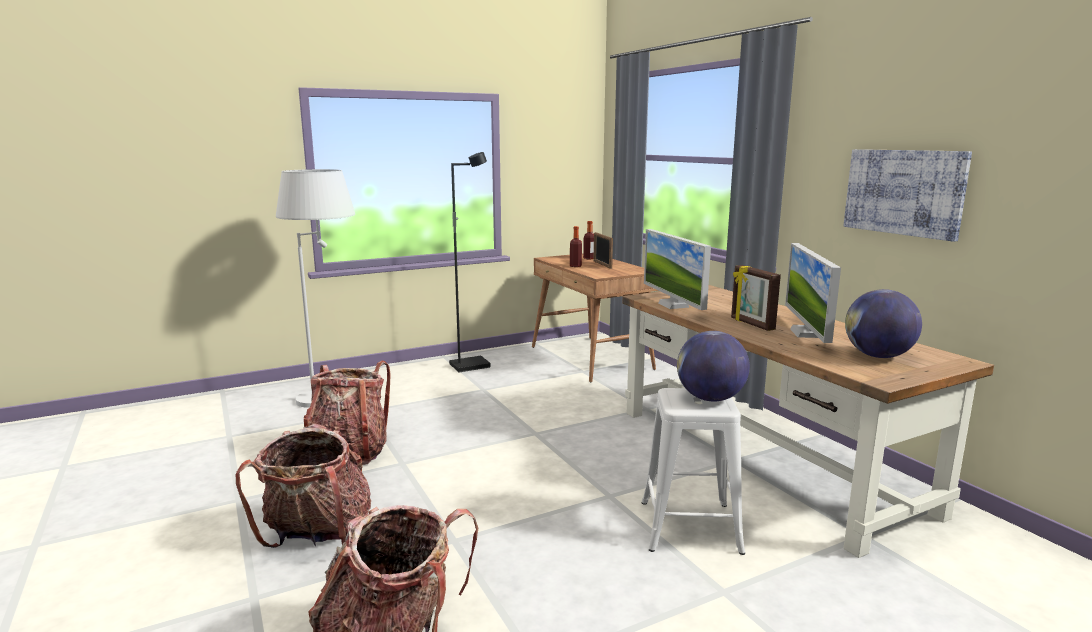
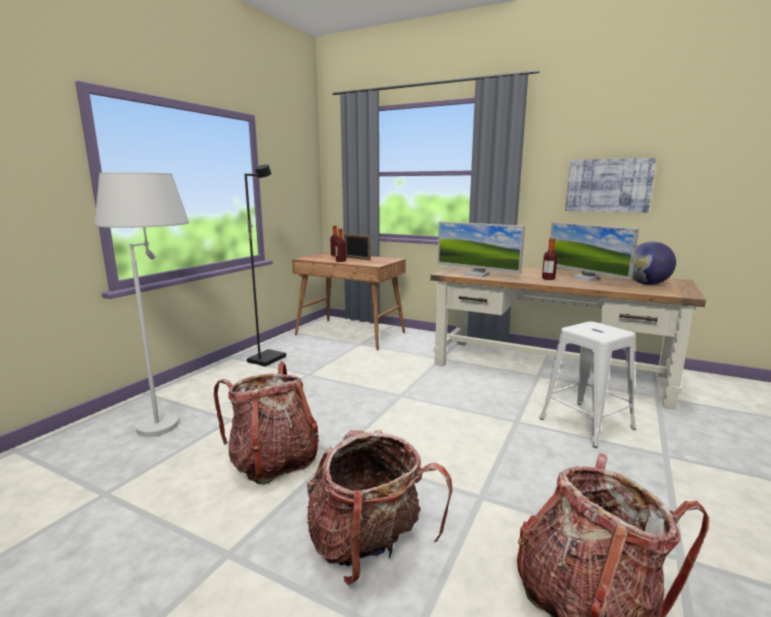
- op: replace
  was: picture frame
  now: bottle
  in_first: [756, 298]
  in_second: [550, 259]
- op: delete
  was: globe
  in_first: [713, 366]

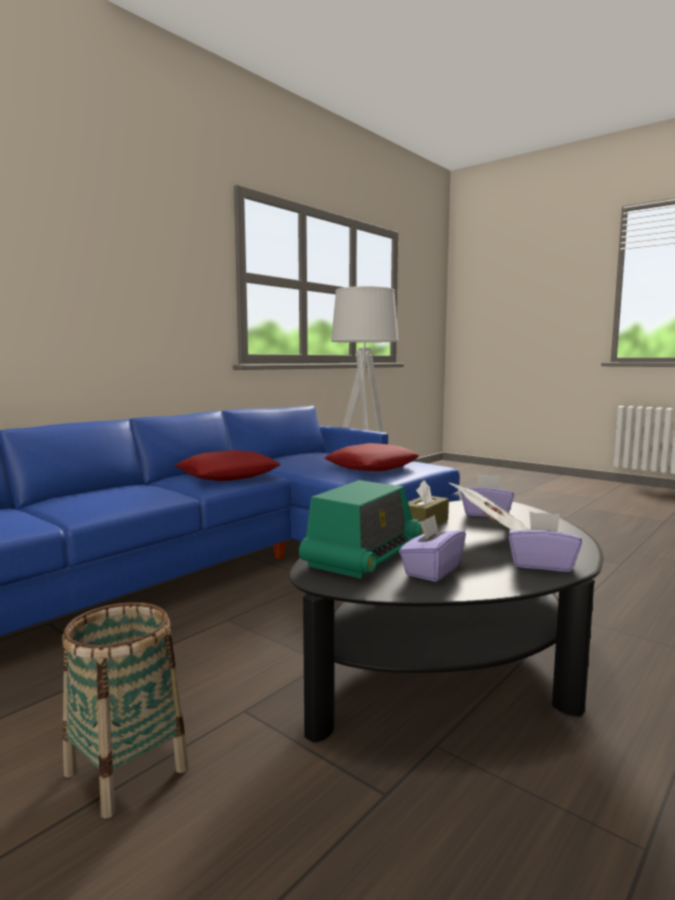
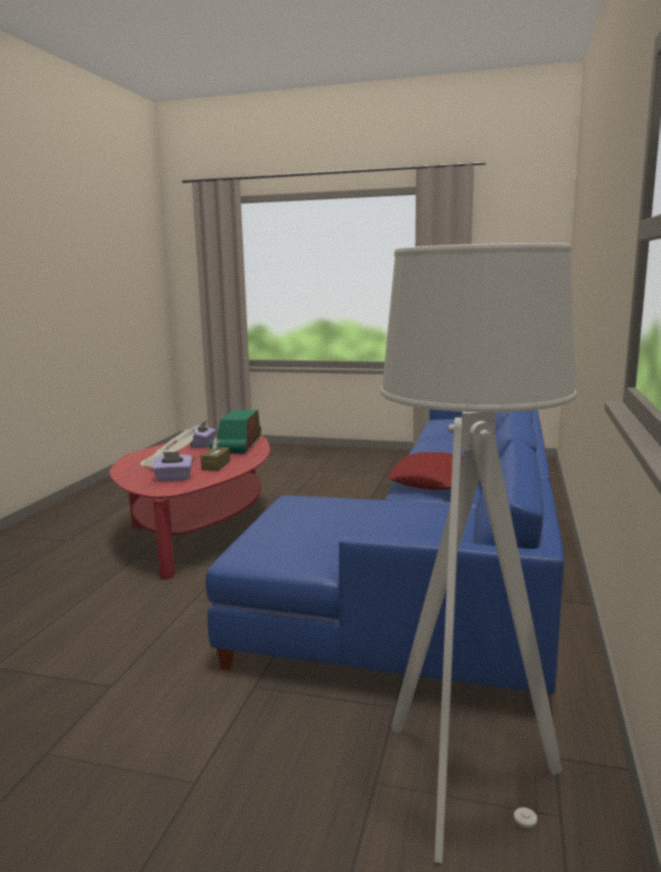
- op: recolor
  was: coffee table (black)
  now: coffee table (red)
  in_first: [446, 621]
  in_second: [189, 508]
- op: delete
  was: basket
  in_first: [125, 710]
- op: delete
  was: pillow (red)
  in_first: [372, 457]
- op: delete
  was: tissue box (purple)
  in_first: [545, 542]

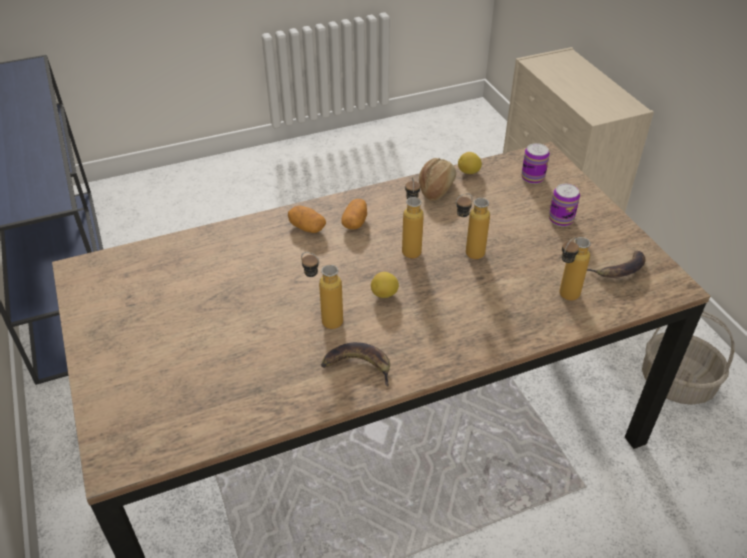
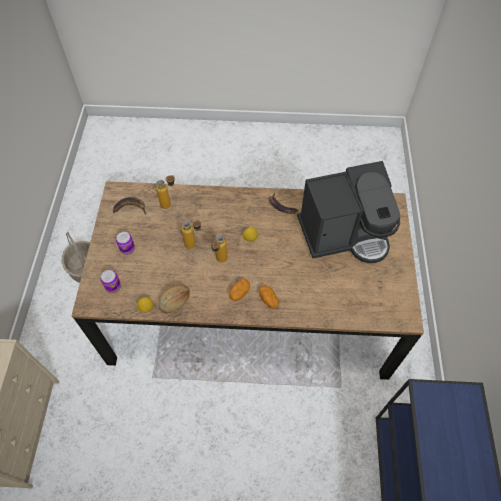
- op: insert
  now: coffee machine
  in_second: [348, 212]
- op: delete
  was: bottle
  in_first: [322, 290]

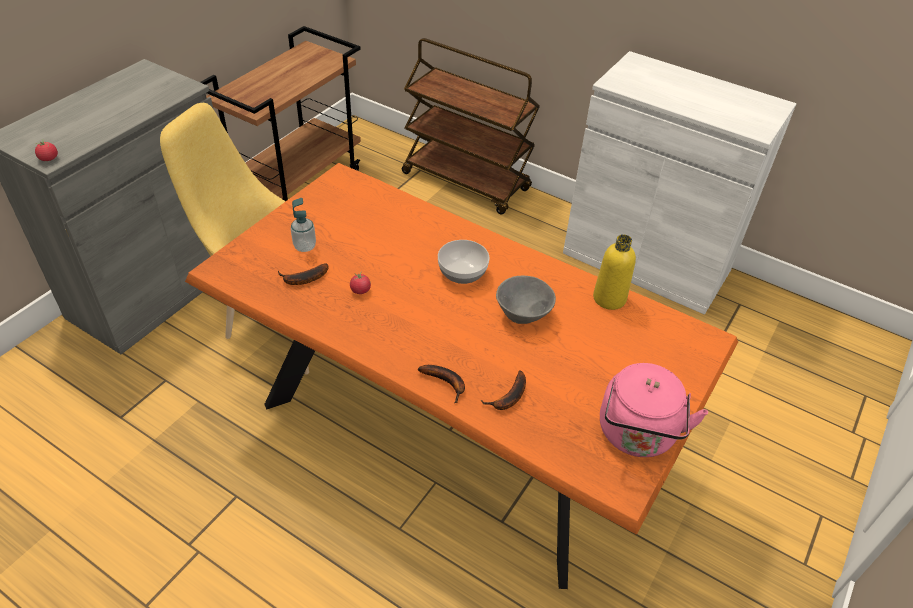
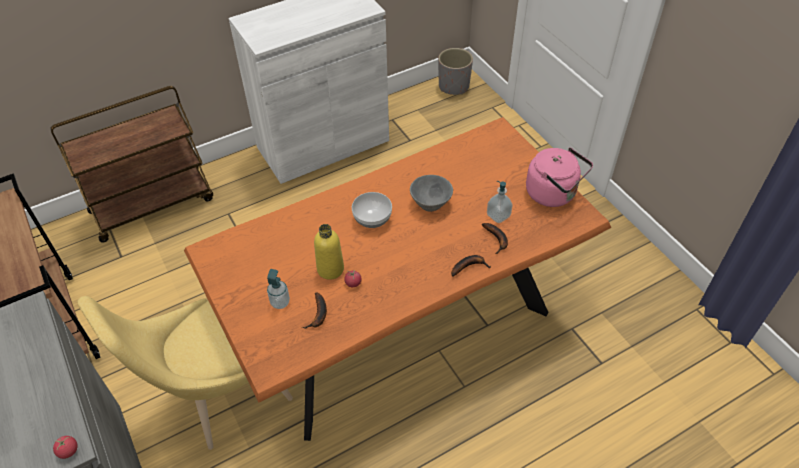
- op: move
  was: bottle (yellow)
  in_first: [614, 272]
  in_second: [329, 252]
- op: insert
  now: planter (grey)
  in_second: [455, 71]
- op: insert
  now: soap dispenser
  in_second: [500, 202]

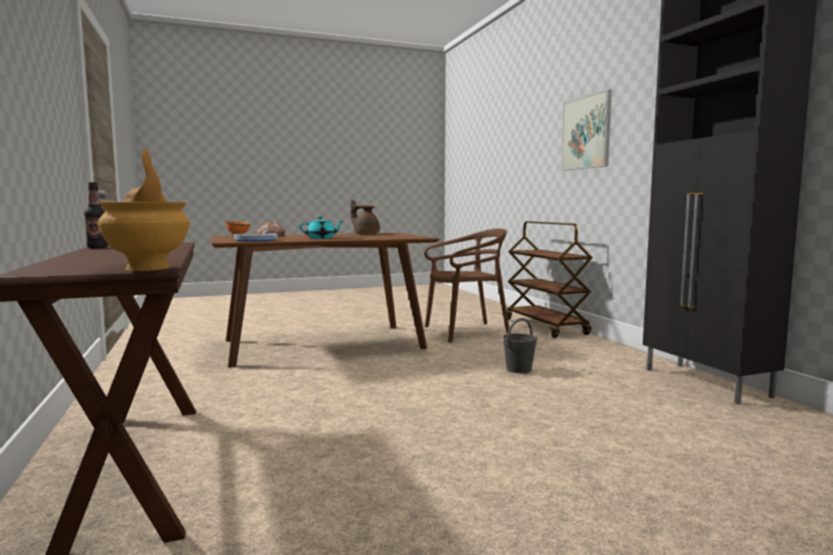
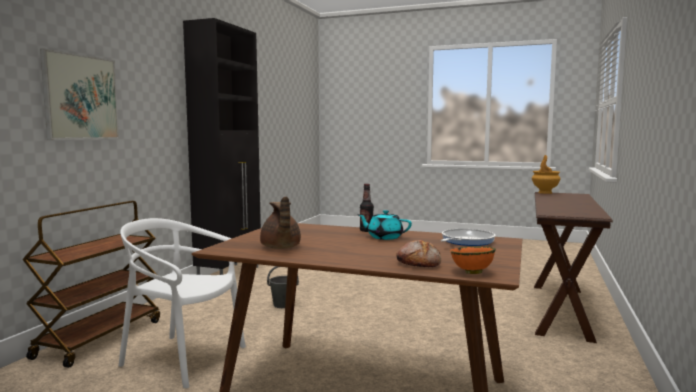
- op: recolor
  was: chair (brown)
  now: chair (white)
  in_first: [467, 285]
  in_second: [182, 303]
- op: move
  was: bottle
  in_first: [96, 215]
  in_second: [367, 208]

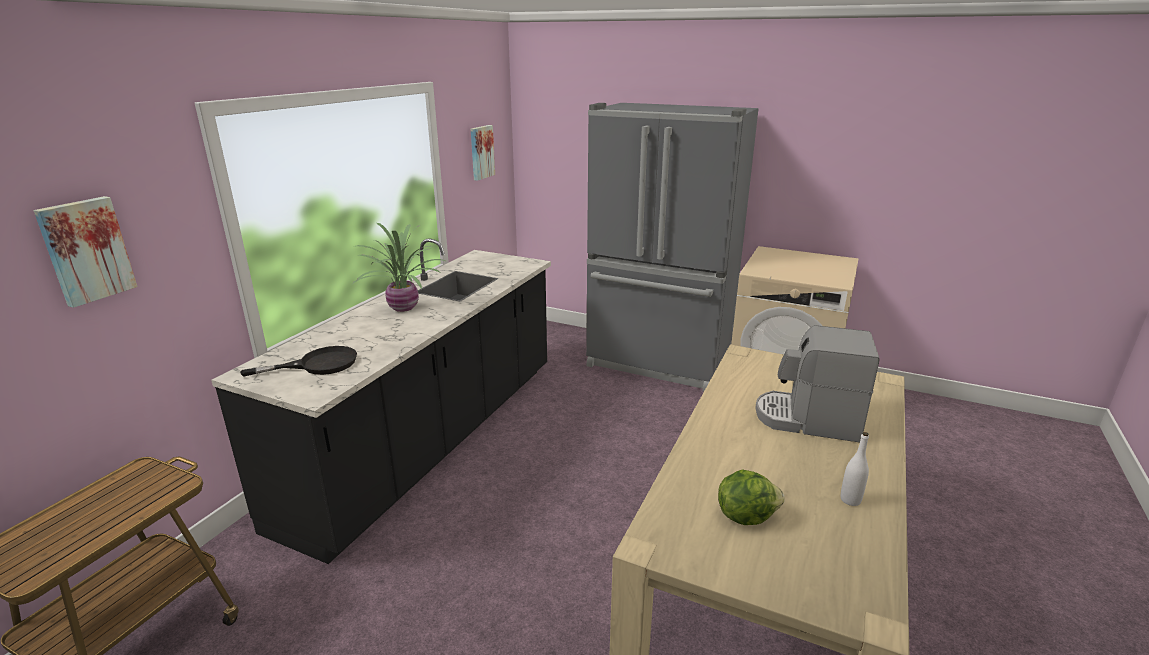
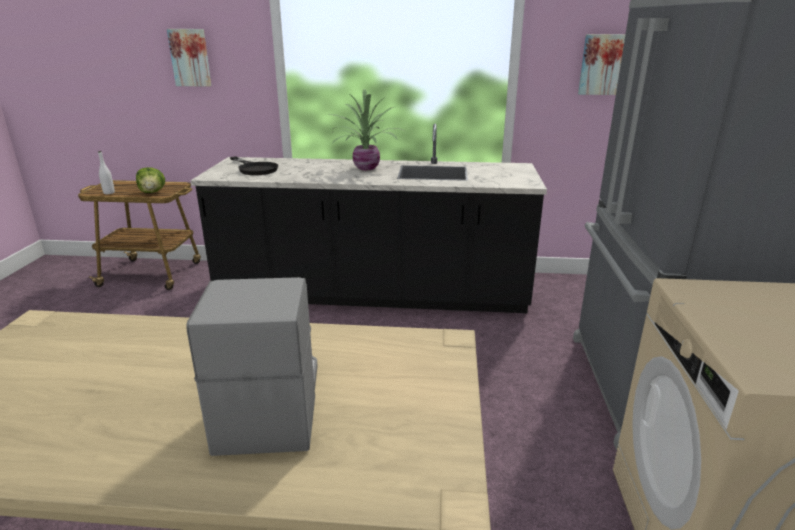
- op: move
  was: bottle (white)
  in_first: [855, 469]
  in_second: [106, 172]
- op: move
  was: lettuce
  in_first: [751, 497]
  in_second: [150, 180]

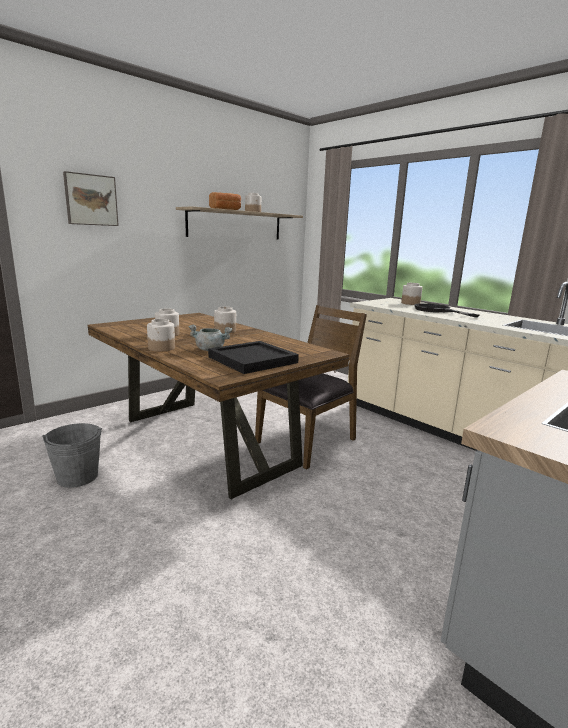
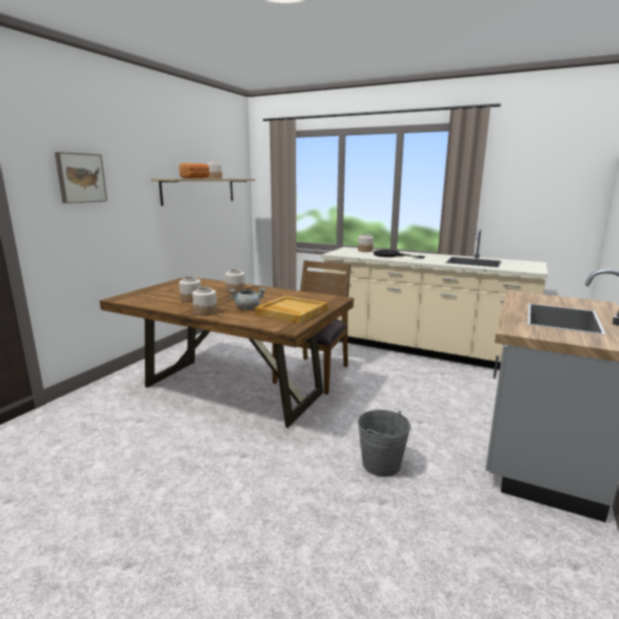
- op: recolor
  was: tray (black)
  now: tray (beige)
  in_first: [253, 357]
  in_second: [291, 310]
- op: move
  was: bucket (grey)
  in_first: [72, 455]
  in_second: [384, 443]

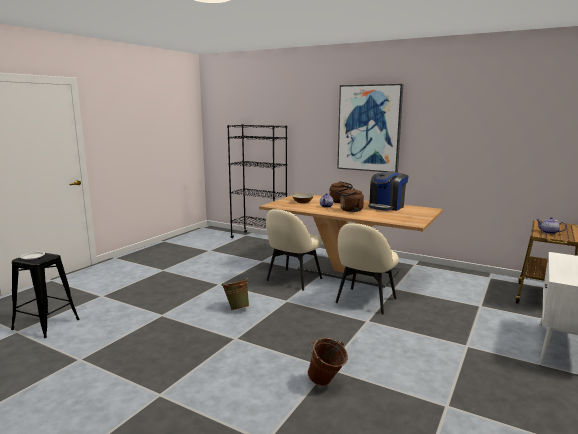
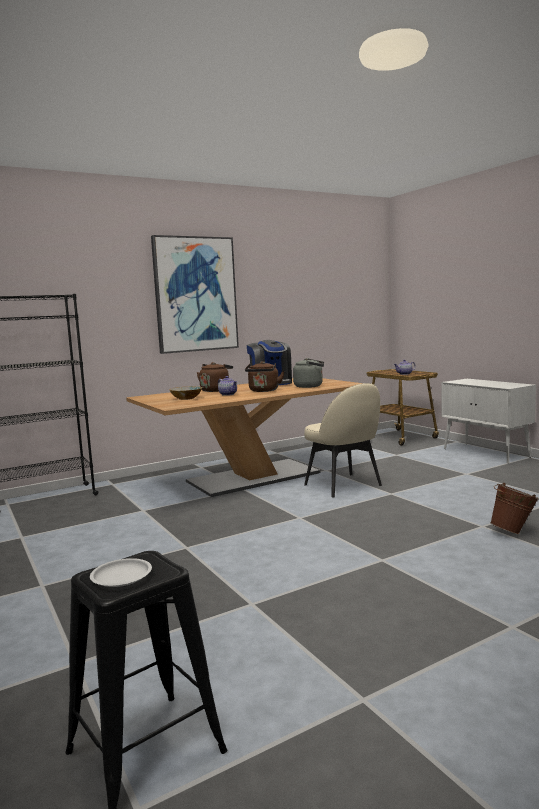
- op: insert
  now: kettle (grey)
  in_second: [308, 373]
- op: delete
  was: bucket (green)
  in_first: [235, 294]
- op: delete
  was: chair (beige)
  in_first: [294, 250]

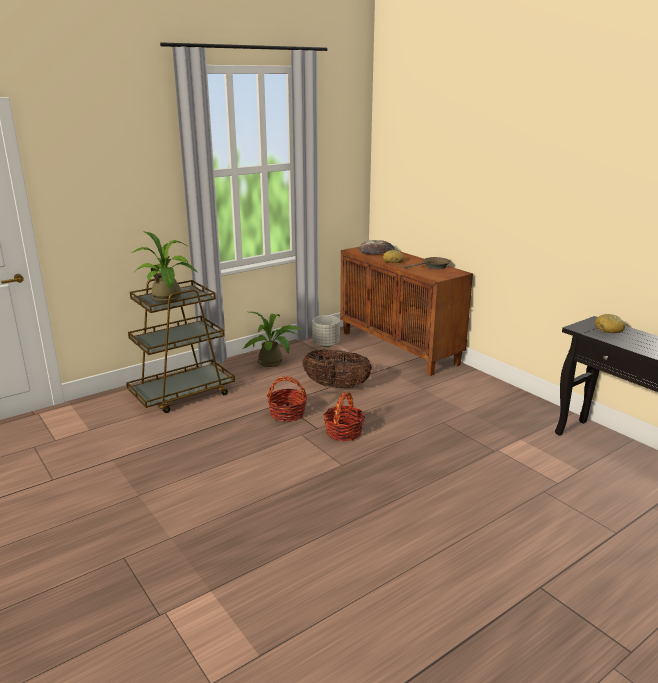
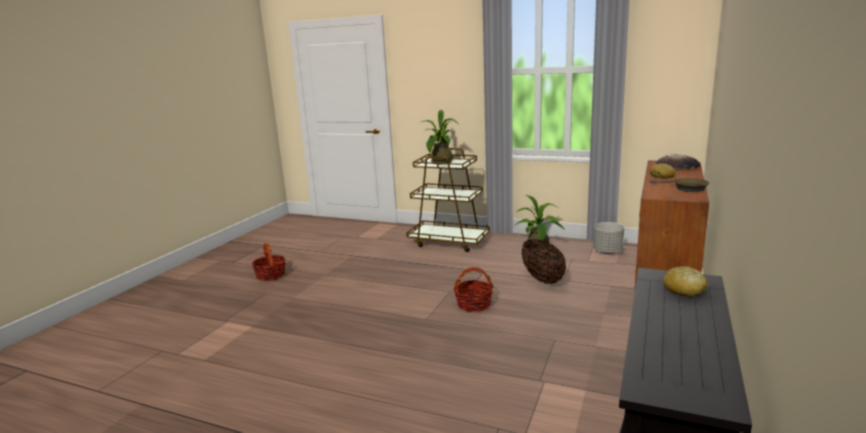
- op: move
  was: basket
  in_first: [287, 399]
  in_second: [269, 262]

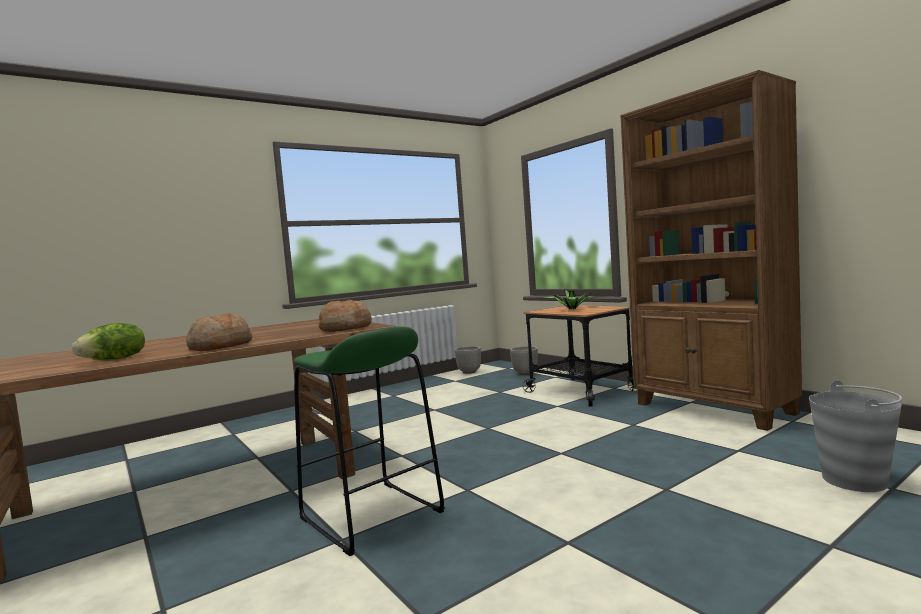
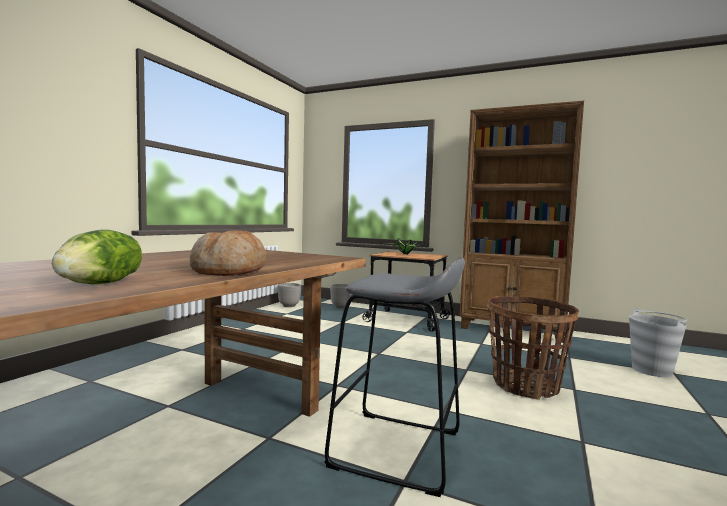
- op: recolor
  was: stool (green)
  now: stool (grey)
  in_first: [369, 441]
  in_second: [394, 377]
- op: insert
  now: basket
  in_second: [533, 348]
- op: delete
  was: bread
  in_first: [345, 315]

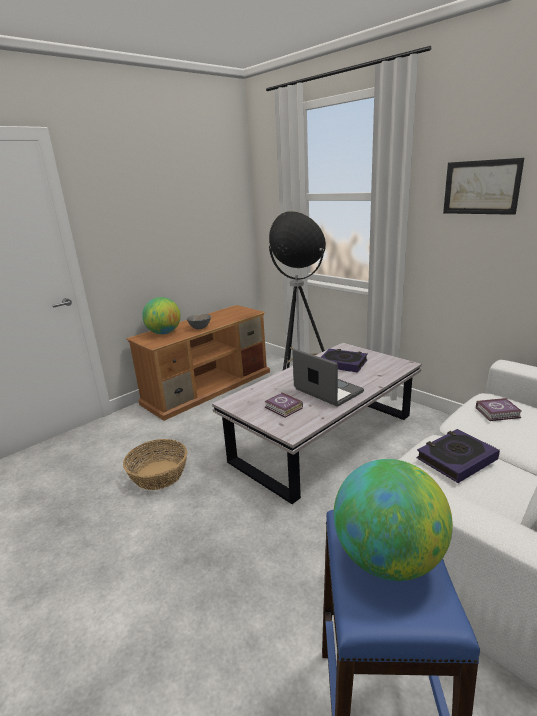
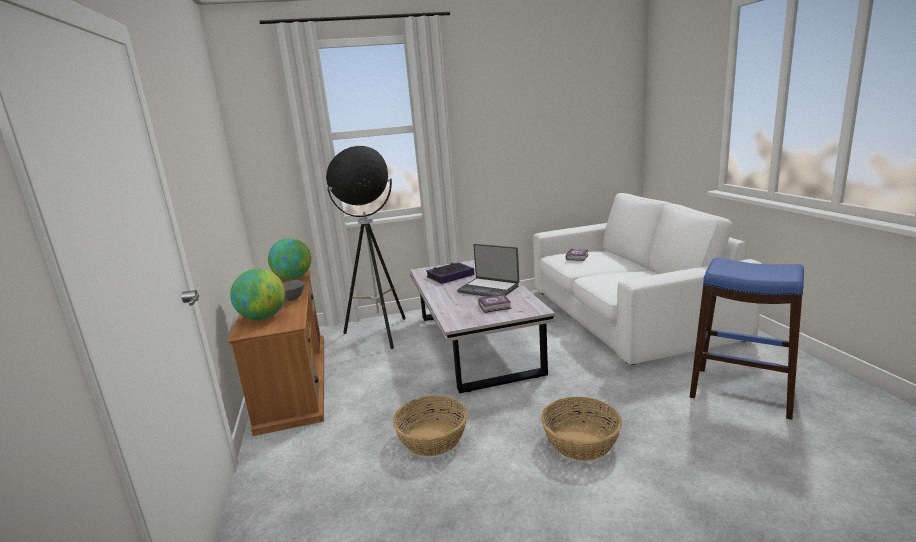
- op: move
  was: globe
  in_first: [393, 520]
  in_second: [289, 258]
- op: rotate
  was: laptop
  in_first: [328, 378]
  in_second: [488, 270]
  clockwise: -135
- op: insert
  now: basket
  in_second: [581, 429]
- op: delete
  was: book
  in_first: [458, 456]
- op: delete
  was: picture
  in_first: [483, 186]

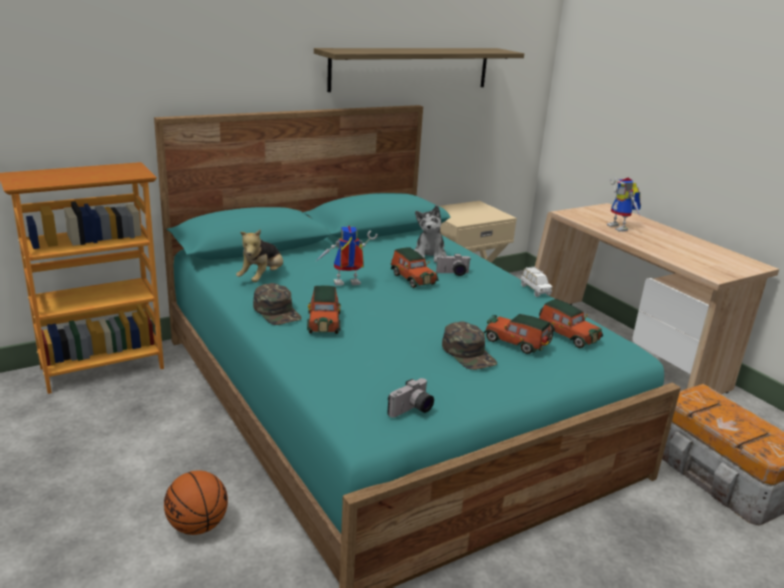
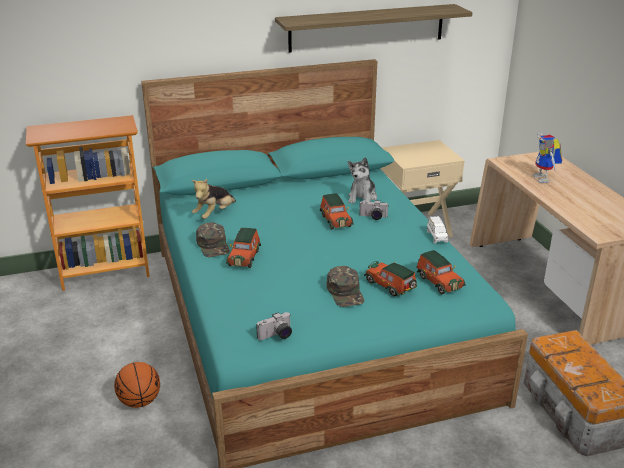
- op: delete
  was: toy robot
  in_first: [346, 256]

